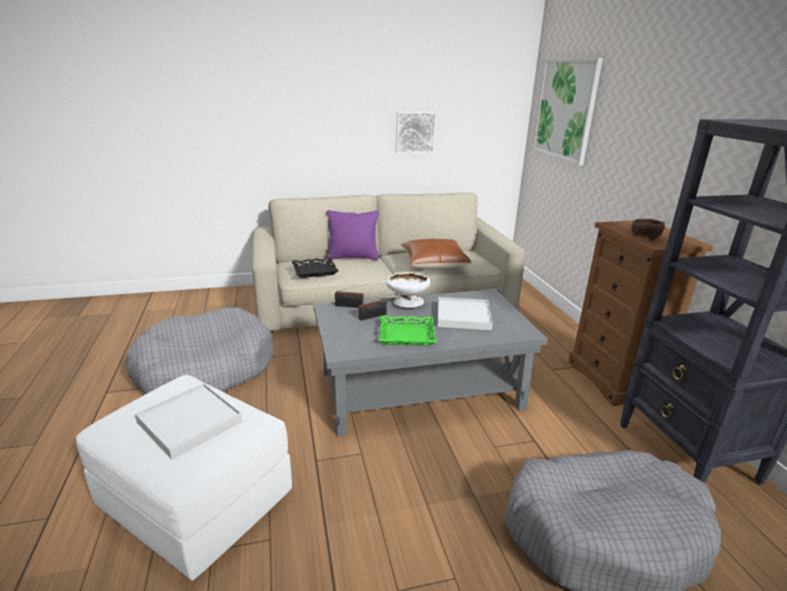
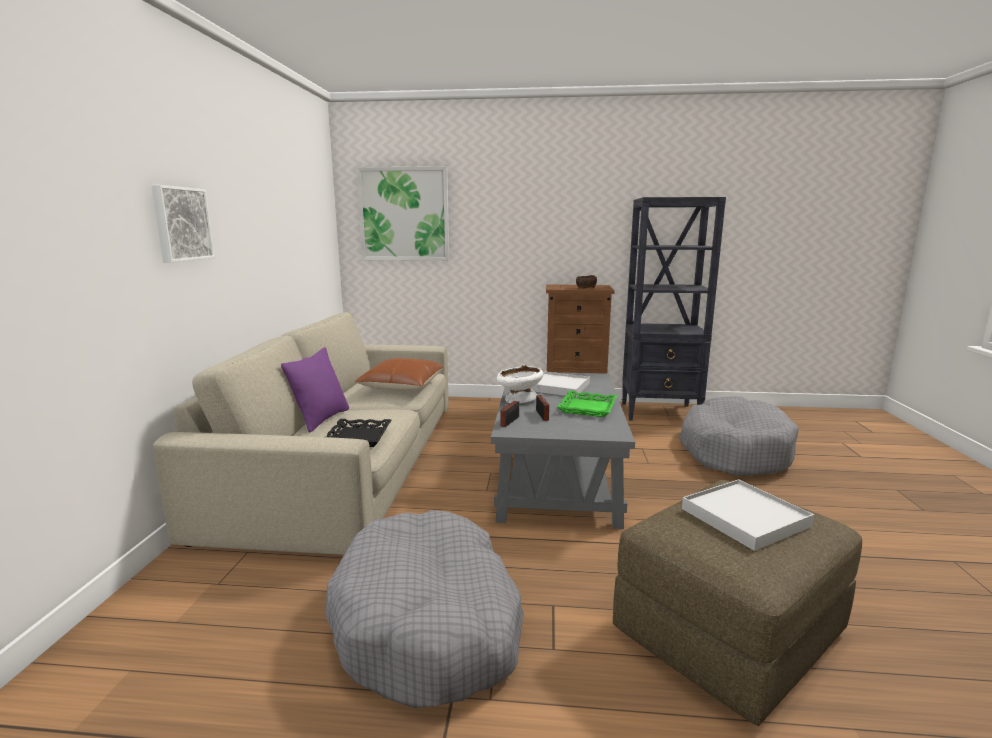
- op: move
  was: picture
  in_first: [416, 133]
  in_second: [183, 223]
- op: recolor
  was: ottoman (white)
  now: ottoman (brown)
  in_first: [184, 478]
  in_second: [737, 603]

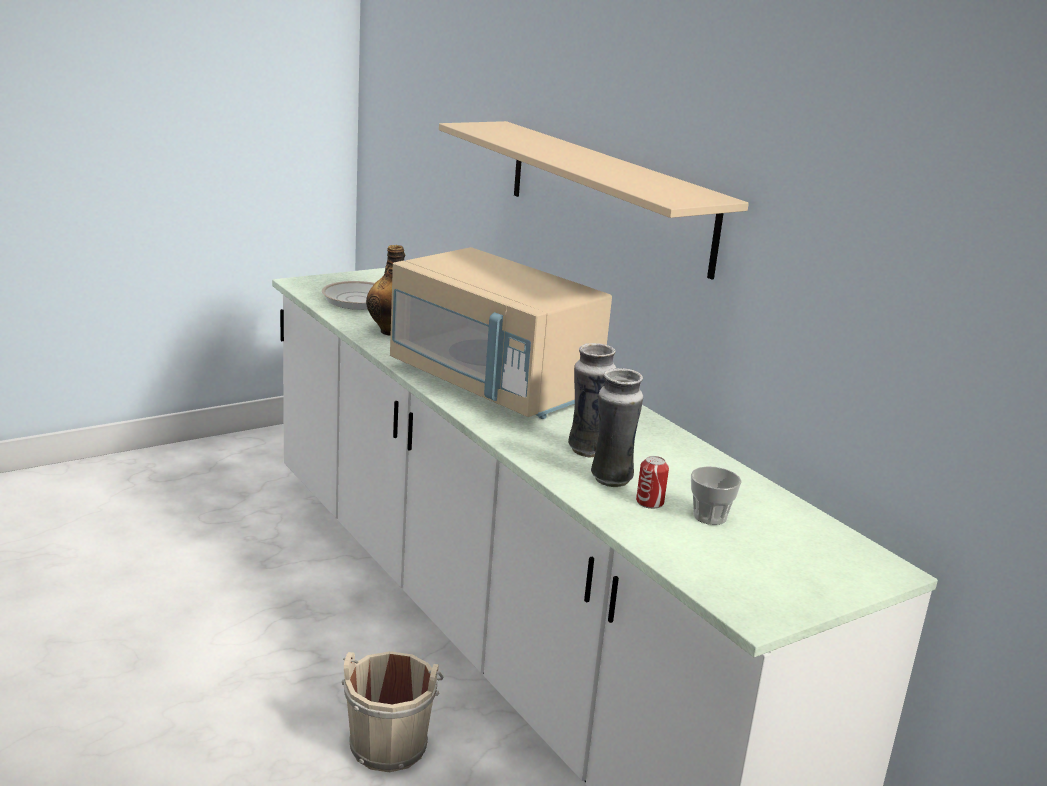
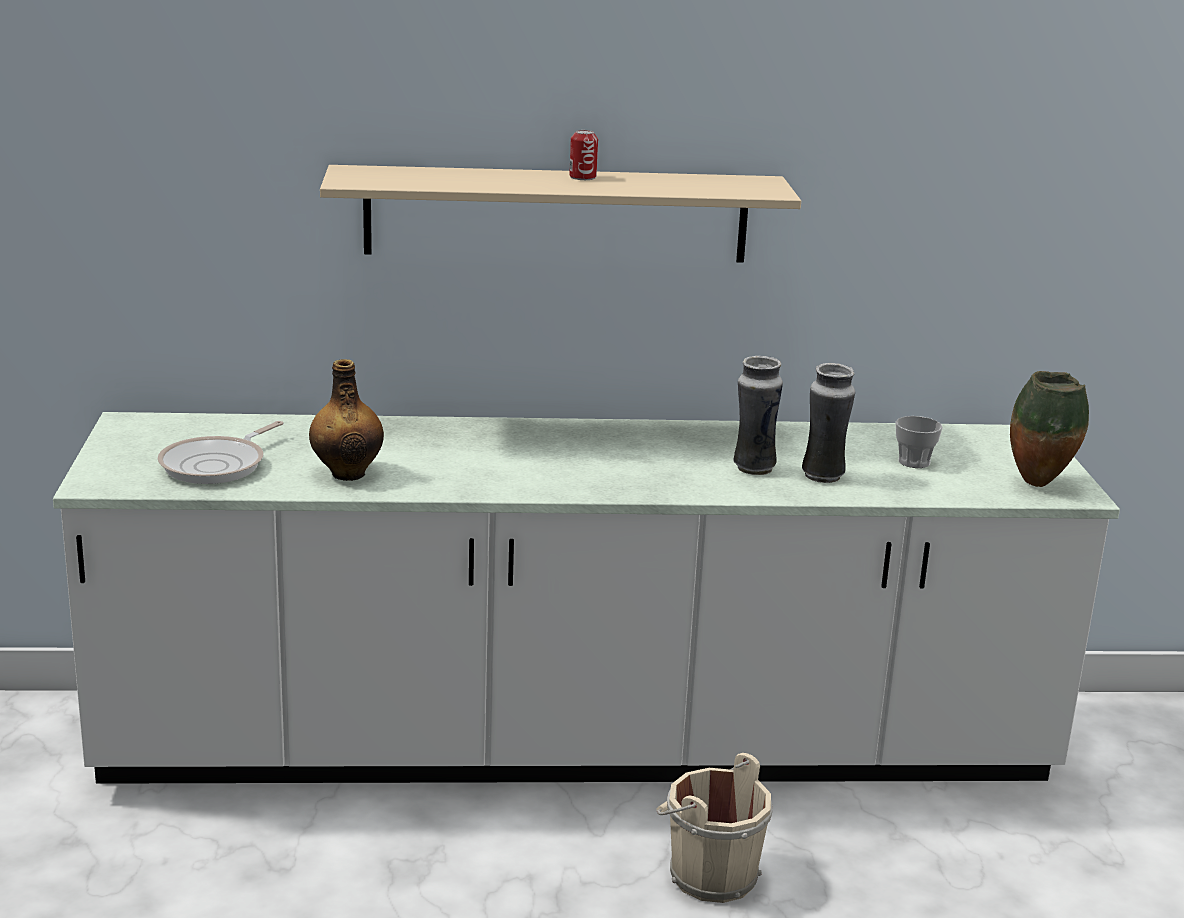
- op: move
  was: can
  in_first: [652, 482]
  in_second: [583, 155]
- op: insert
  now: vase
  in_second: [1049, 429]
- op: delete
  was: microwave (beige)
  in_first: [501, 333]

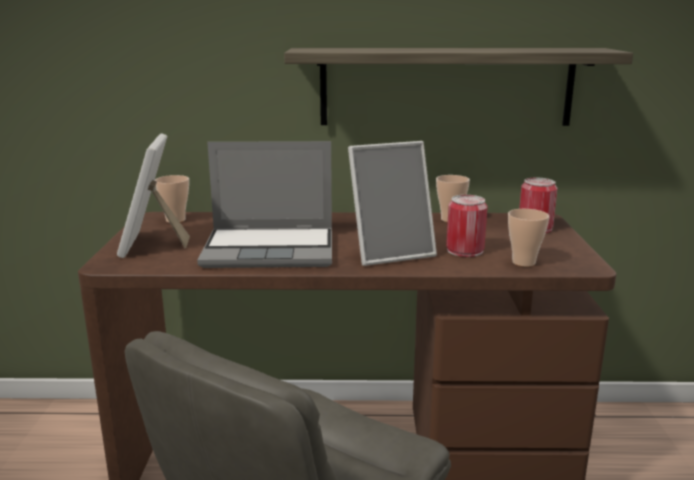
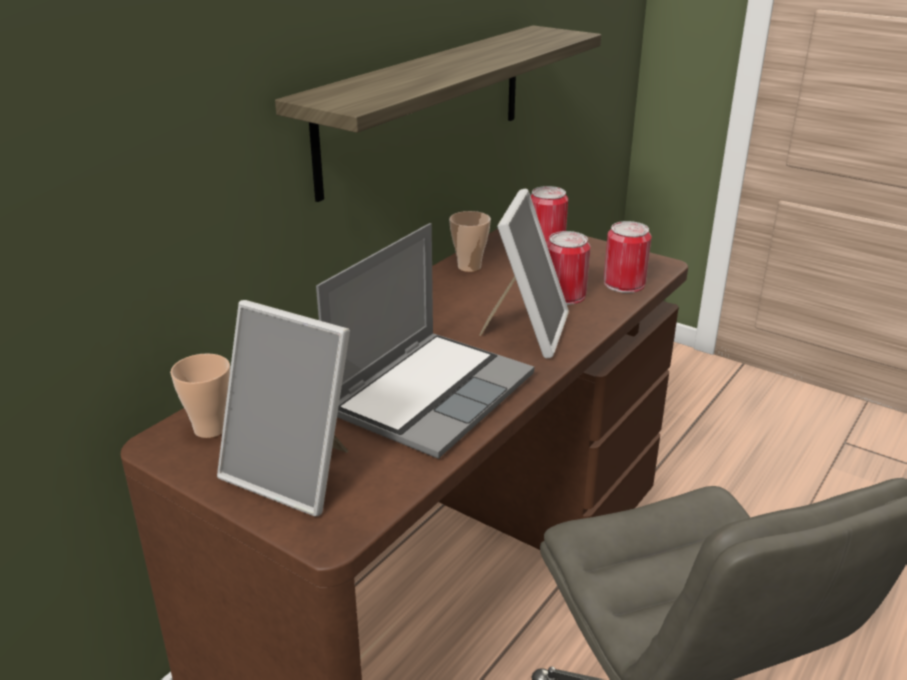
- op: replace
  was: cup
  now: can
  in_first: [528, 238]
  in_second: [628, 257]

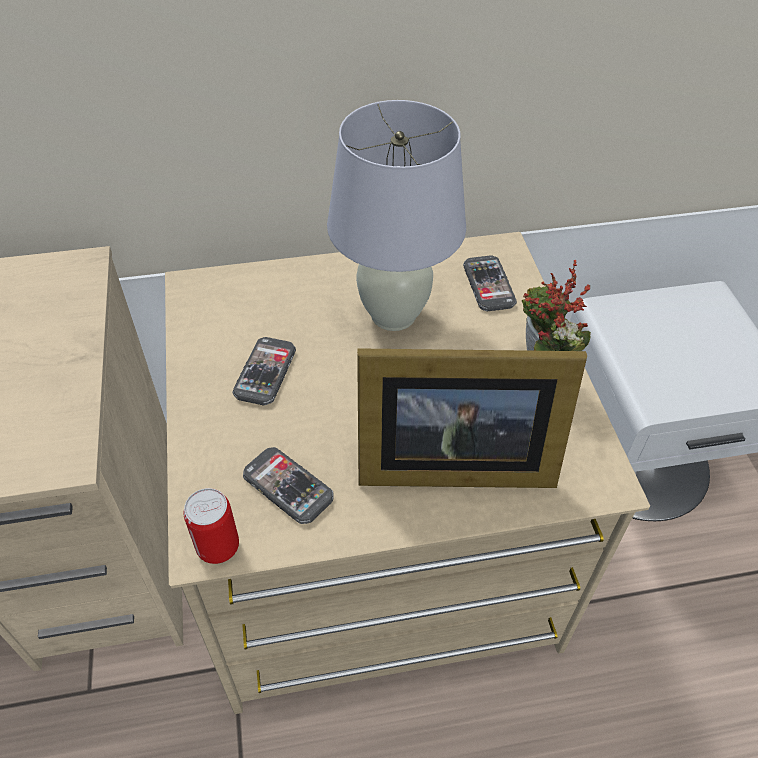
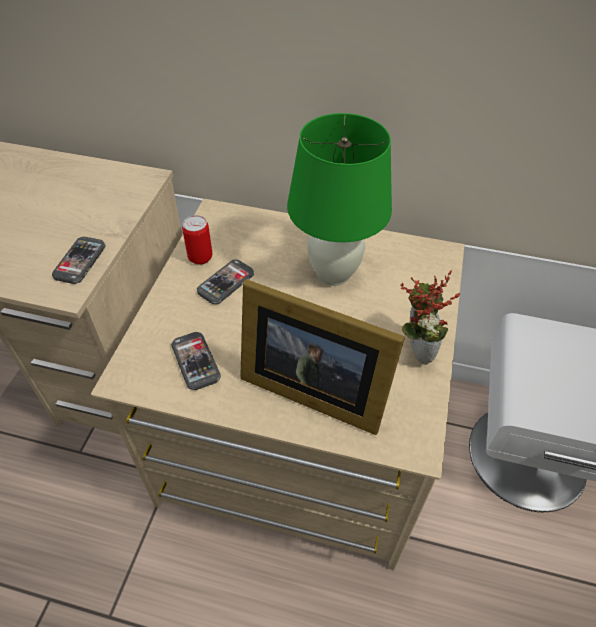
- op: move
  was: phone
  in_first: [490, 283]
  in_second: [79, 260]
- op: move
  was: can
  in_first: [211, 526]
  in_second: [197, 240]
- op: recolor
  was: table lamp (white)
  now: table lamp (green)
  in_first: [396, 215]
  in_second: [339, 199]

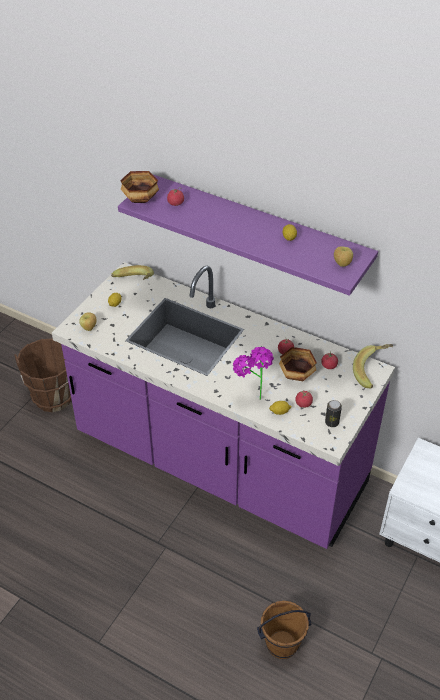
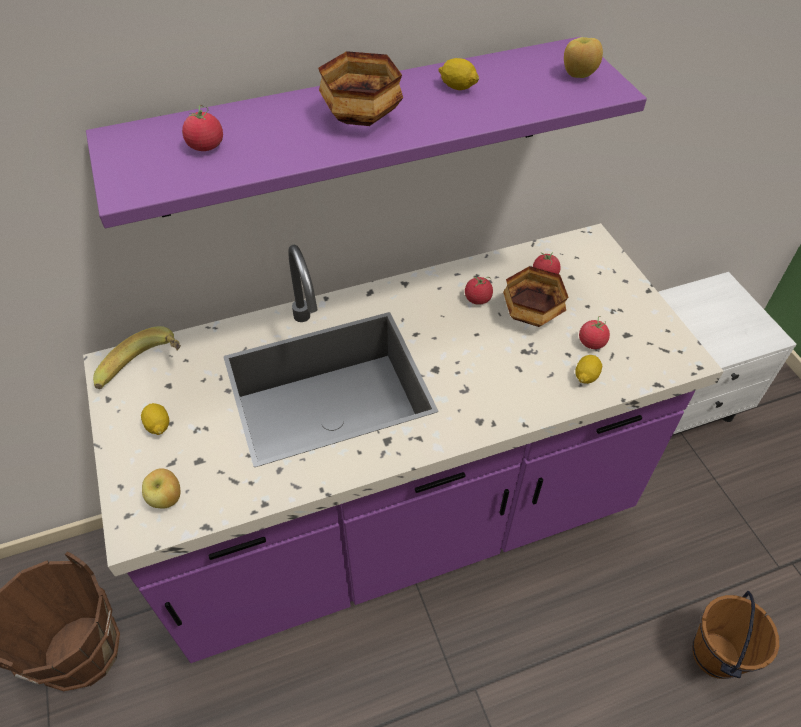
- op: move
  was: bowl
  in_first: [139, 187]
  in_second: [360, 88]
- op: delete
  was: potted plant
  in_first: [253, 373]
- op: delete
  was: can
  in_first: [333, 413]
- op: delete
  was: banana
  in_first: [373, 366]

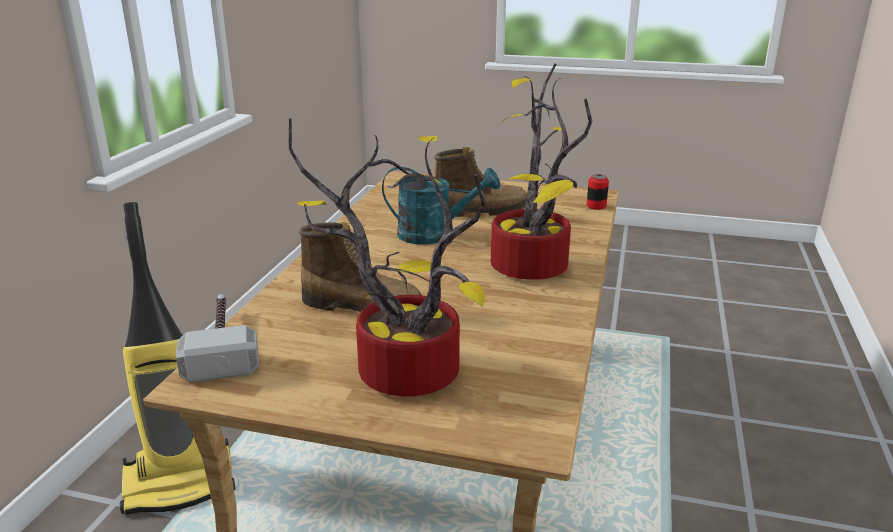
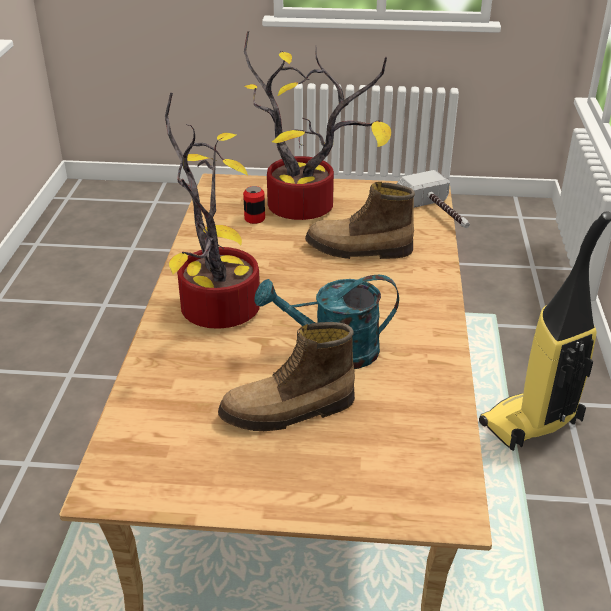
- op: move
  was: can
  in_first: [598, 192]
  in_second: [254, 205]

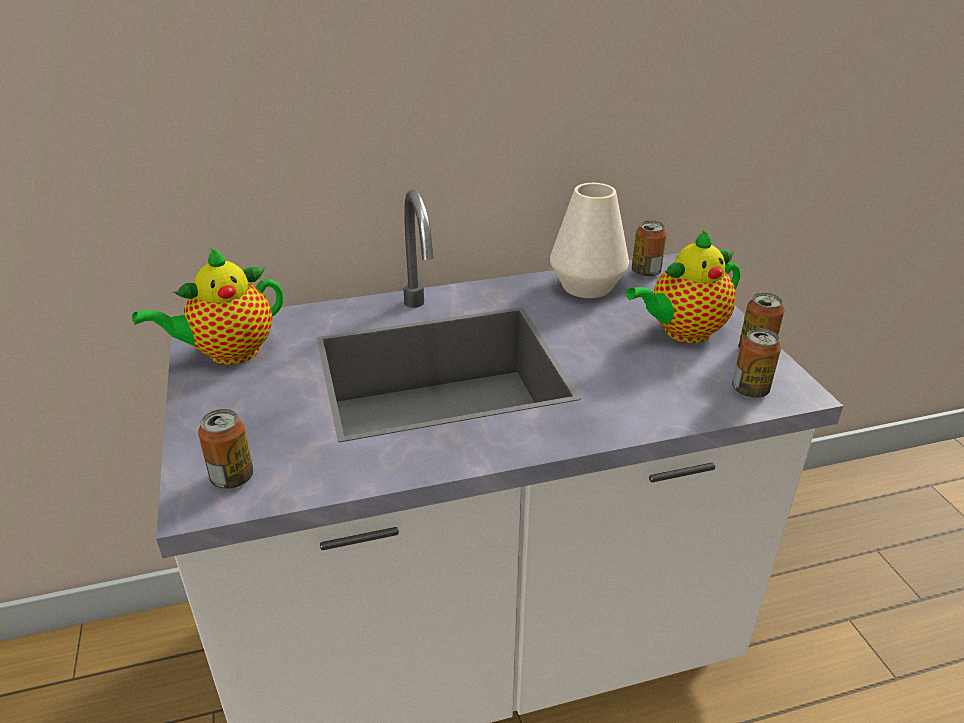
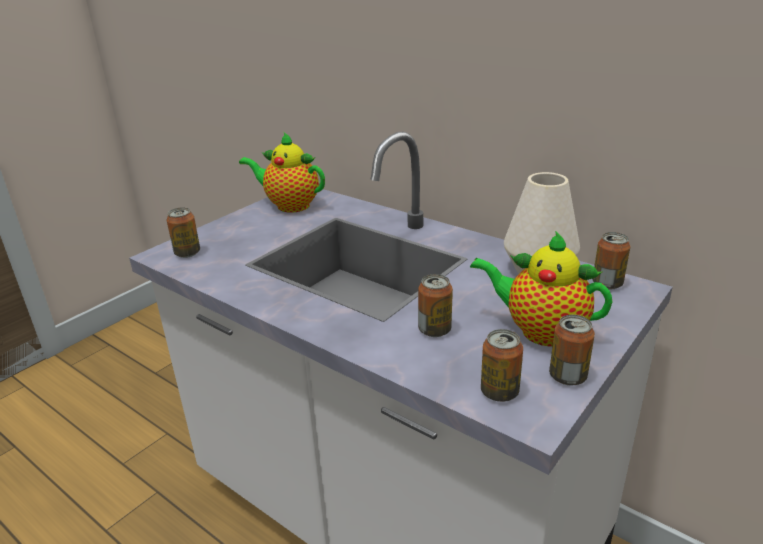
- op: insert
  now: can
  in_second: [435, 305]

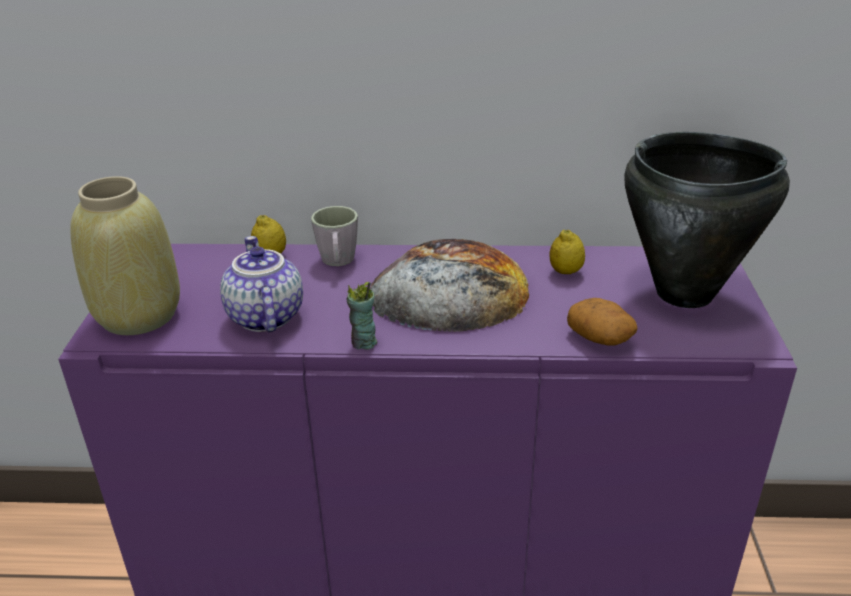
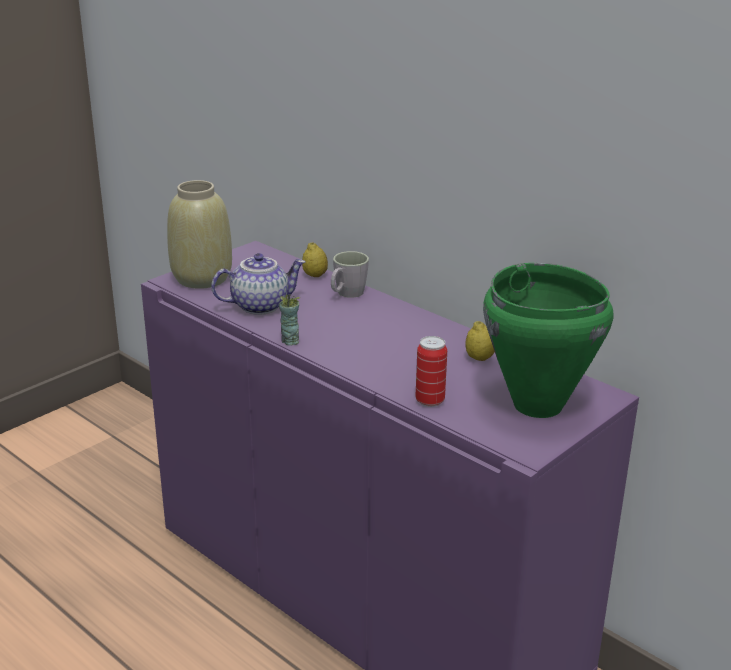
- op: rotate
  was: teapot
  in_first: [261, 284]
  in_second: [258, 284]
  clockwise: 45
- op: replace
  was: potato
  now: can
  in_first: [602, 322]
  in_second: [431, 371]
- op: recolor
  was: cooking pot (black)
  now: cooking pot (green)
  in_first: [707, 220]
  in_second: [548, 340]
- op: delete
  was: bread
  in_first: [449, 285]

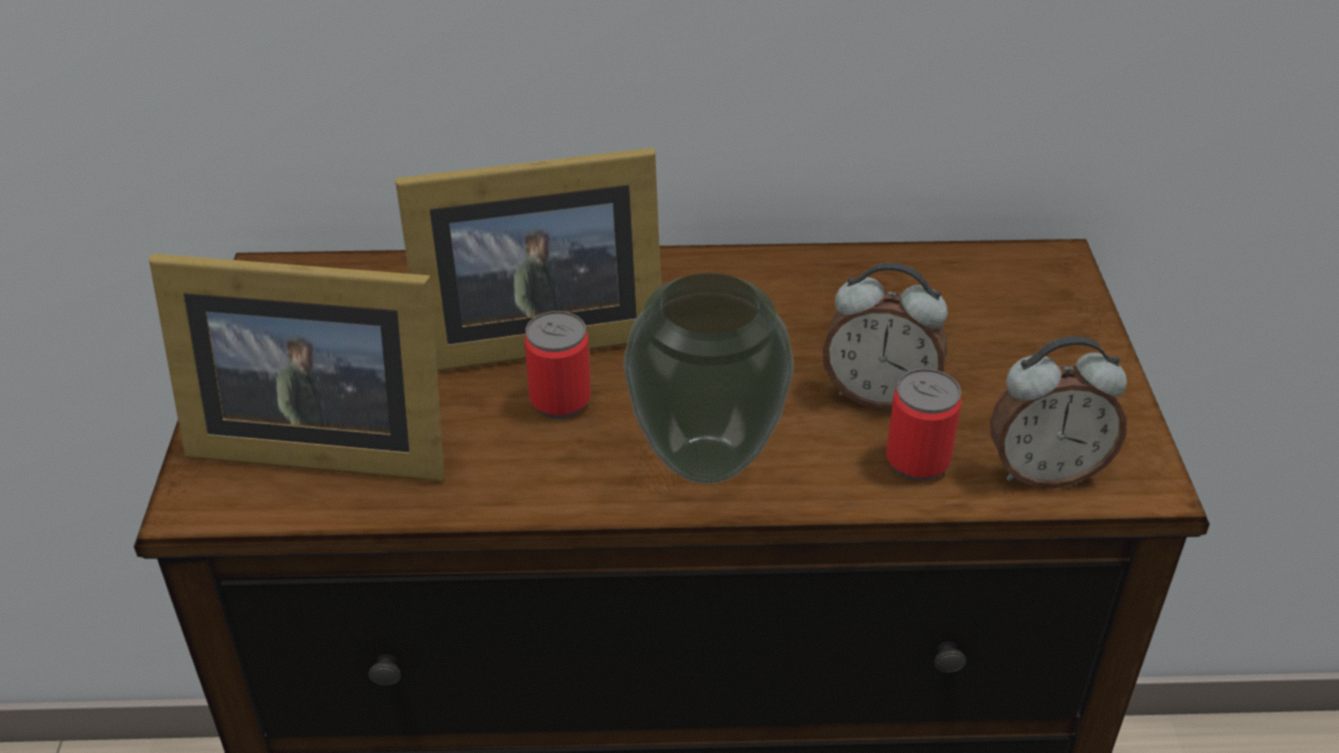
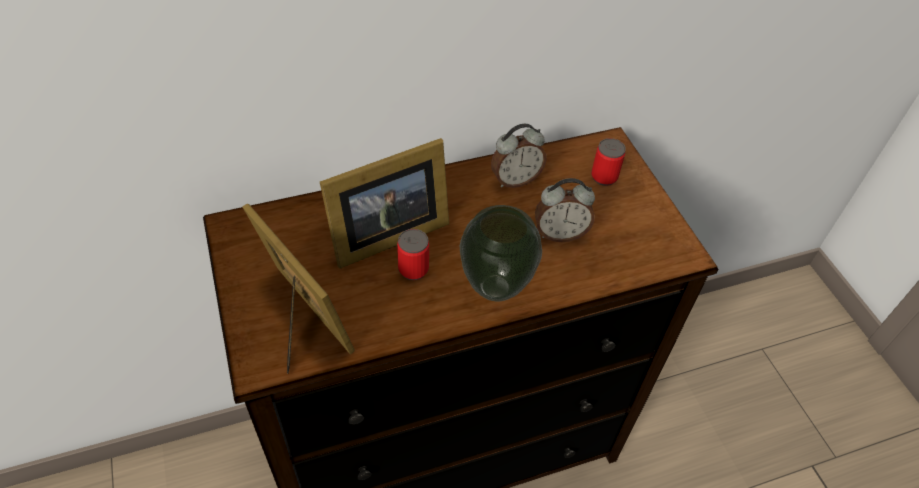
- op: rotate
  was: picture frame
  in_first: [296, 367]
  in_second: [299, 289]
  clockwise: -120
- op: move
  was: alarm clock
  in_first: [1058, 412]
  in_second: [519, 156]
- op: move
  was: can
  in_first: [923, 425]
  in_second: [608, 162]

